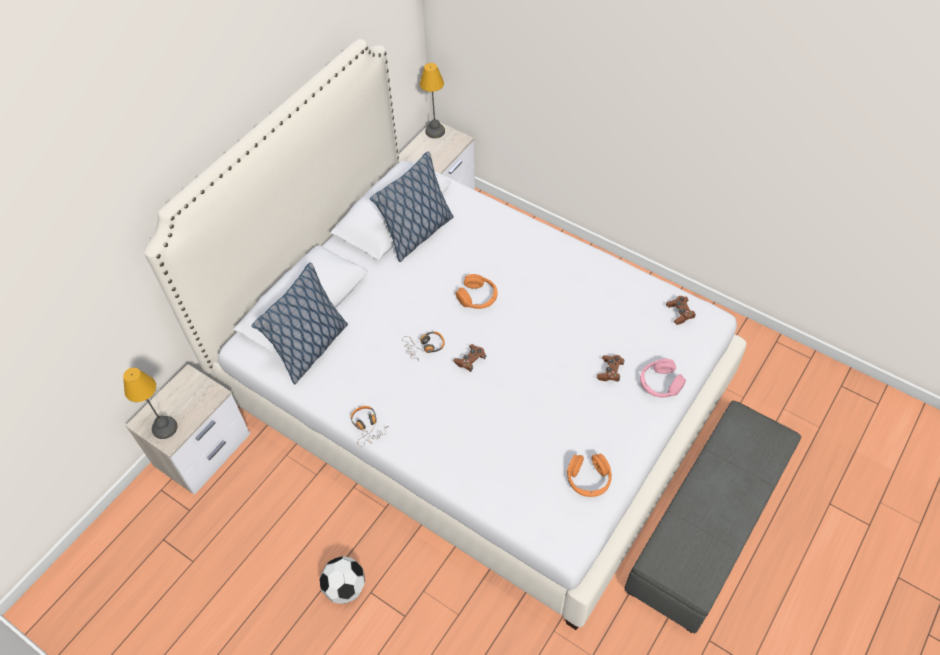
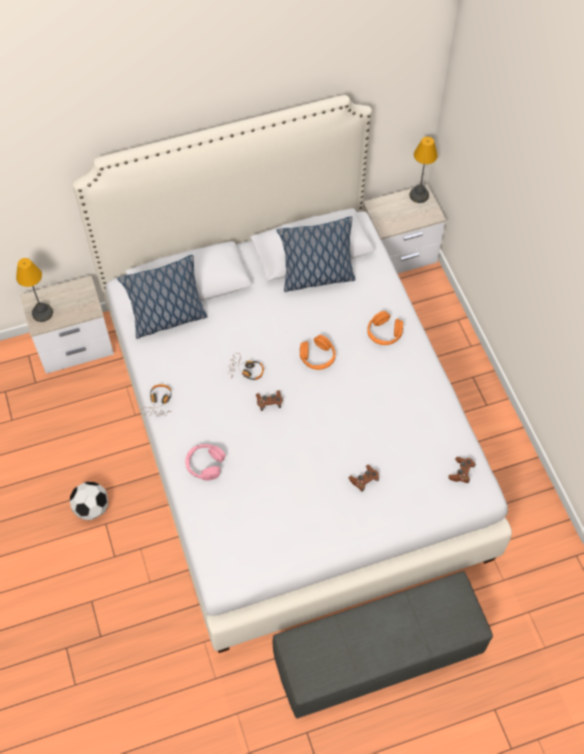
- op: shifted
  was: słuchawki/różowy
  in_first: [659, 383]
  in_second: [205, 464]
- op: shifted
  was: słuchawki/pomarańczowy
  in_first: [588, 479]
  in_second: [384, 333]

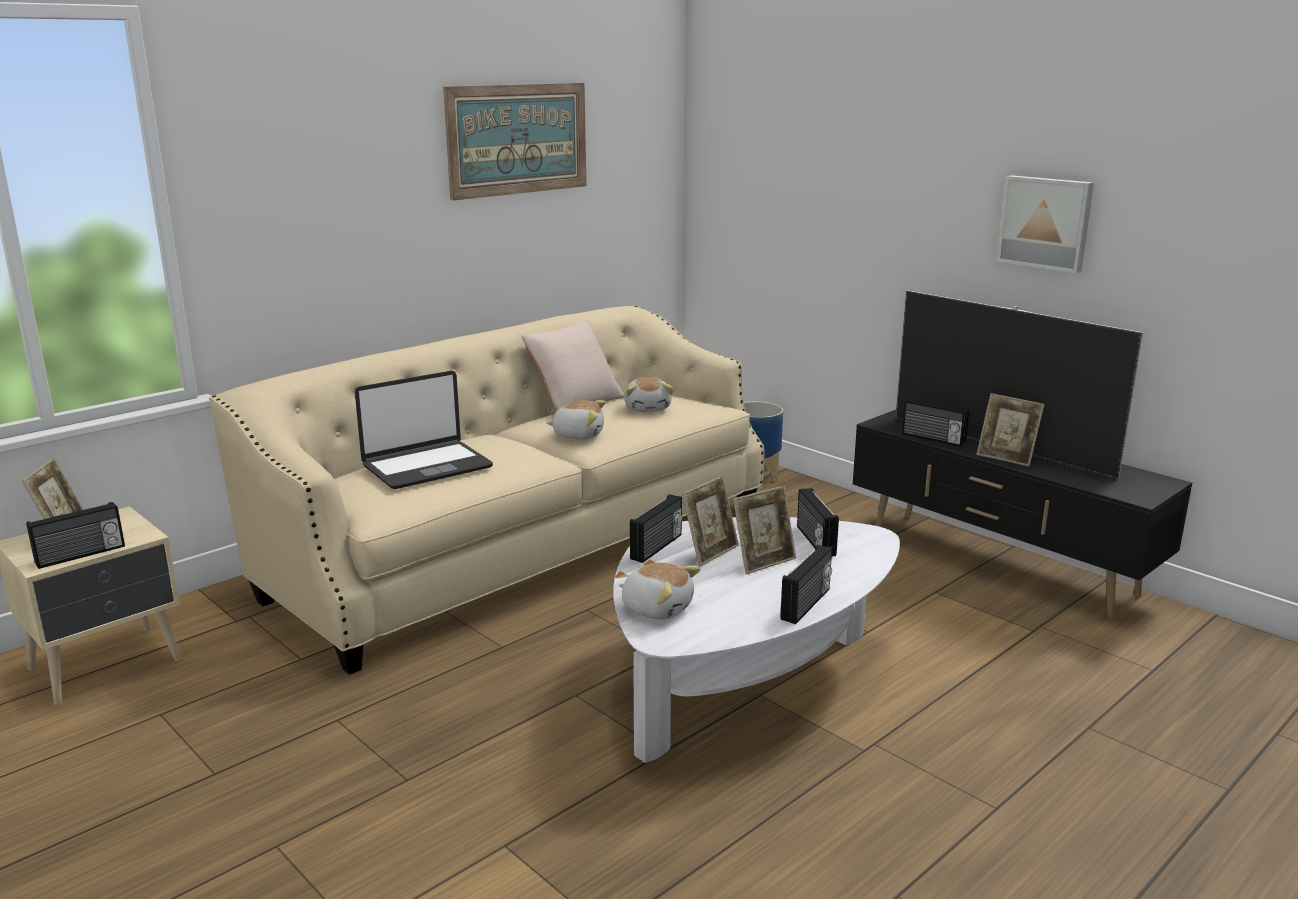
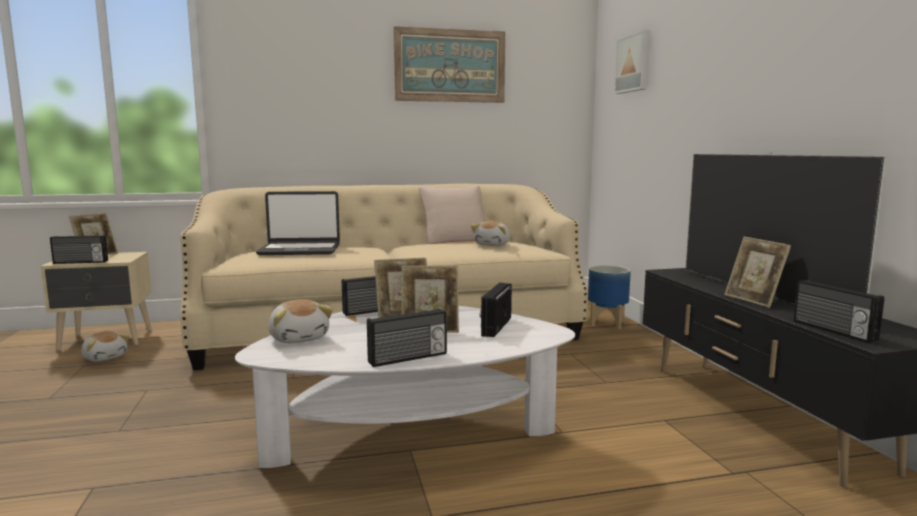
- op: shifted
  was: obraz
  in_first: [1045, 222]
  in_second: [634, 63]
- op: shifted
  was: radio
  in_first: [932, 439]
  in_second: [832, 331]
- op: shifted
  was: pluszak
  in_first: [578, 435]
  in_second: [105, 357]

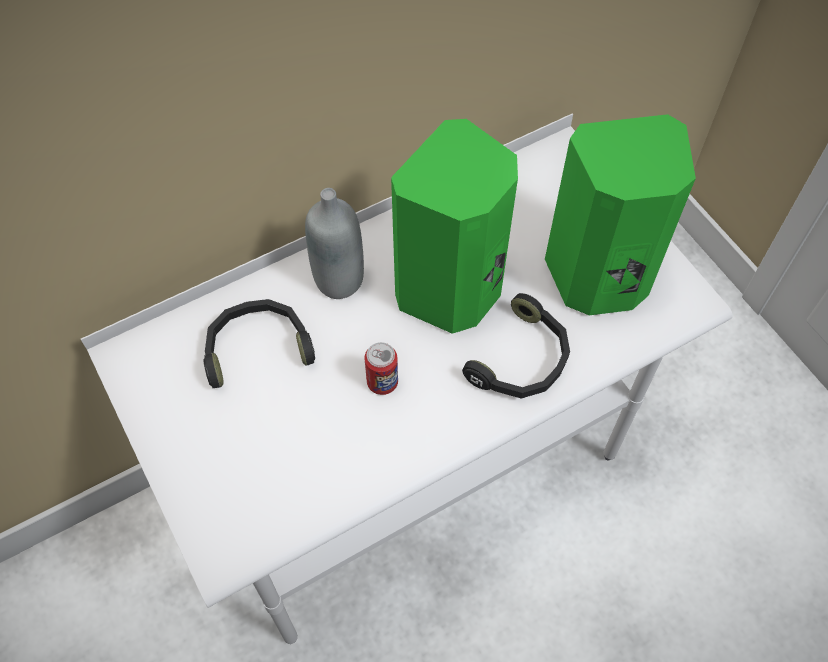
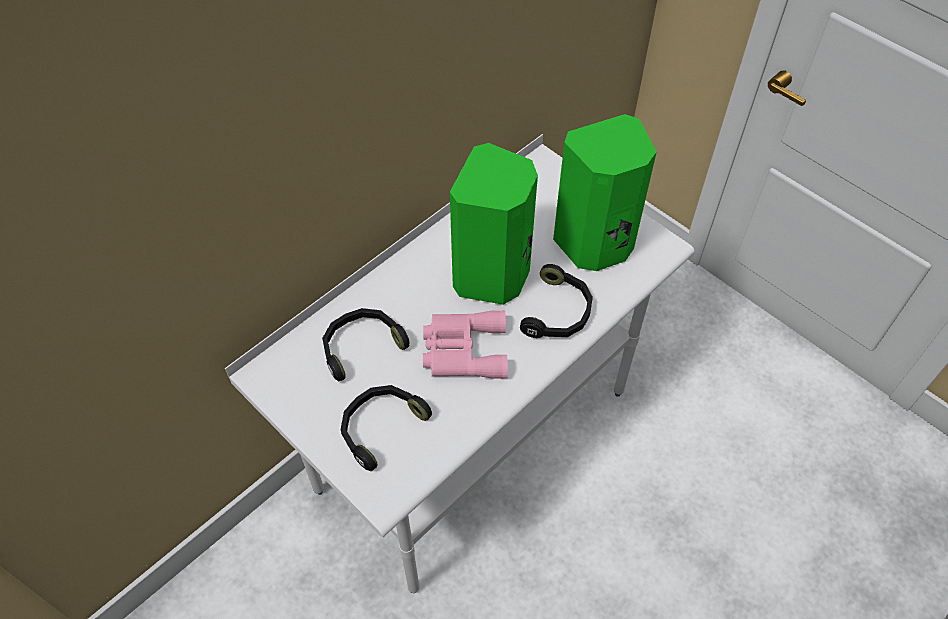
- op: gone
  was: butelka/szary
  in_first: [339, 280]
- op: swapped
  was: puszka
  now: lornetka/różowy
  in_first: [382, 382]
  in_second: [462, 350]
- op: new
  now: słuchawki/czarny
  in_second: [380, 427]

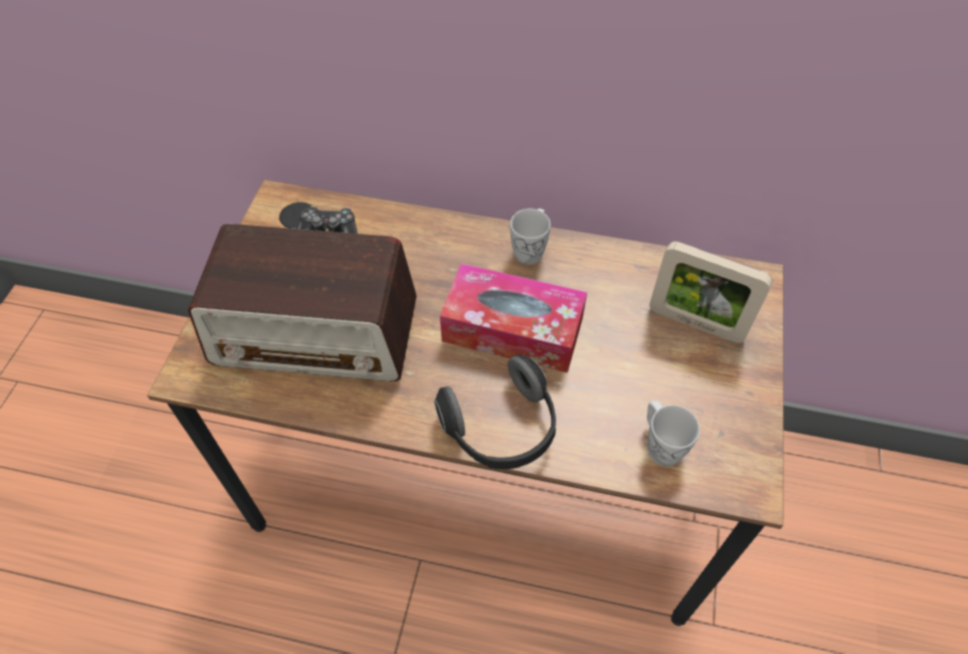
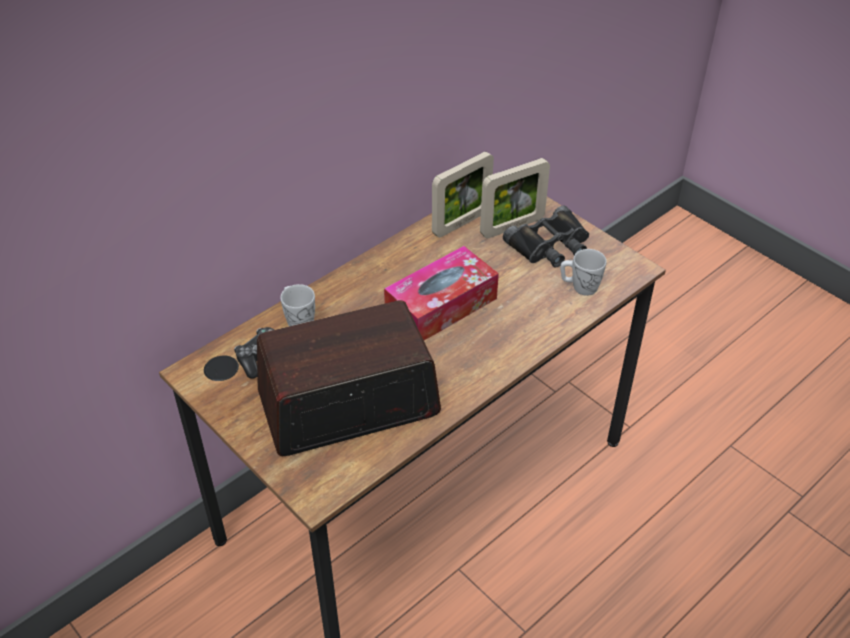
- op: shifted
  was: kubek/biały
  in_first: [530, 249]
  in_second: [298, 320]
- op: rotated
  was: radio
  in_first: [317, 332]
  in_second: [347, 404]
  clockwise: -150
- op: gone
  was: słuchawki
  in_first: [502, 429]
- op: new
  now: ramka na zdjęcie
  in_second: [461, 223]
- op: new
  now: lornetka/czarny
  in_second: [550, 245]

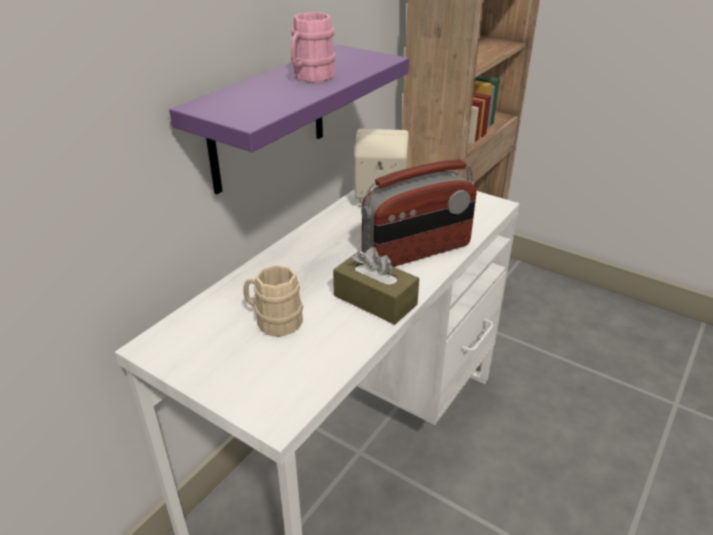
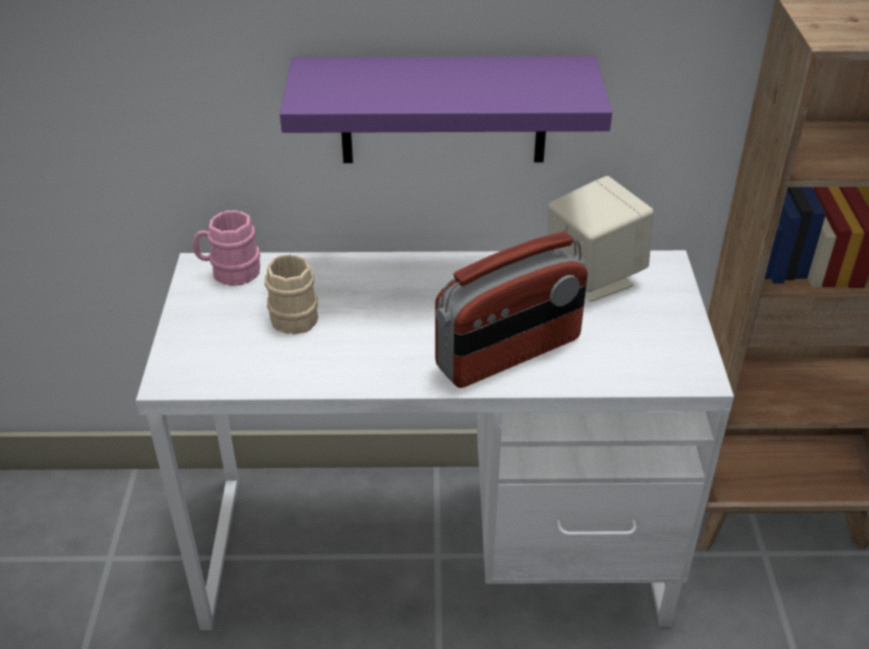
- op: shifted
  was: kubek/różowy
  in_first: [310, 77]
  in_second: [230, 272]
- op: rotated
  was: radio
  in_first: [417, 252]
  in_second: [509, 354]
  clockwise: -60
- op: gone
  was: pudełko chusteczek/brązowy
  in_first: [375, 300]

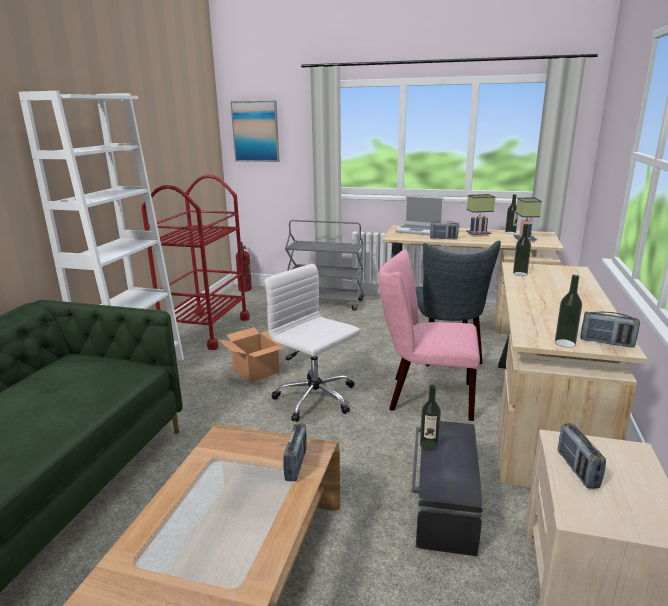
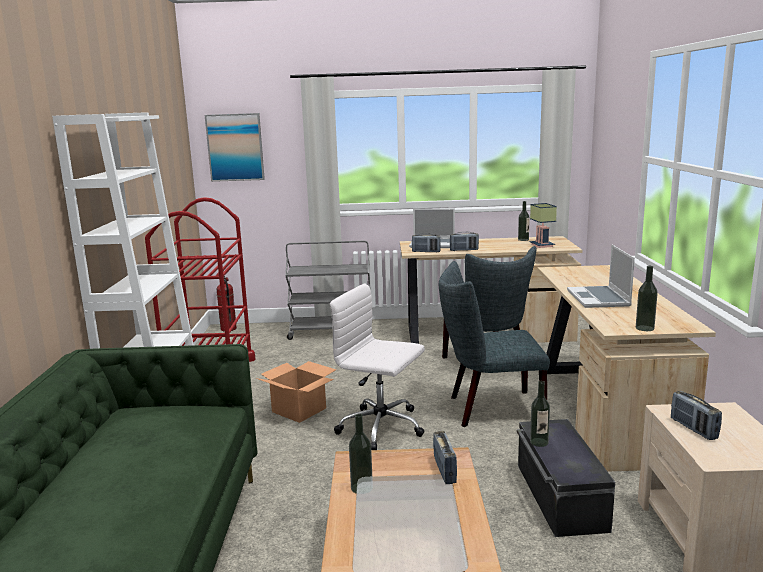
- op: gone
  was: lampa stołowa
  in_first: [478, 234]
- op: shifted
  was: butelka
  in_first: [520, 274]
  in_second: [361, 488]
- op: repainted
  was: krzesło/różowy
  now: krzesło/szary
  in_first: [425, 396]
  in_second: [489, 409]
- op: shifted
  was: radio
  in_first: [606, 342]
  in_second: [426, 252]
- op: new
  now: laptop
  in_second: [599, 299]

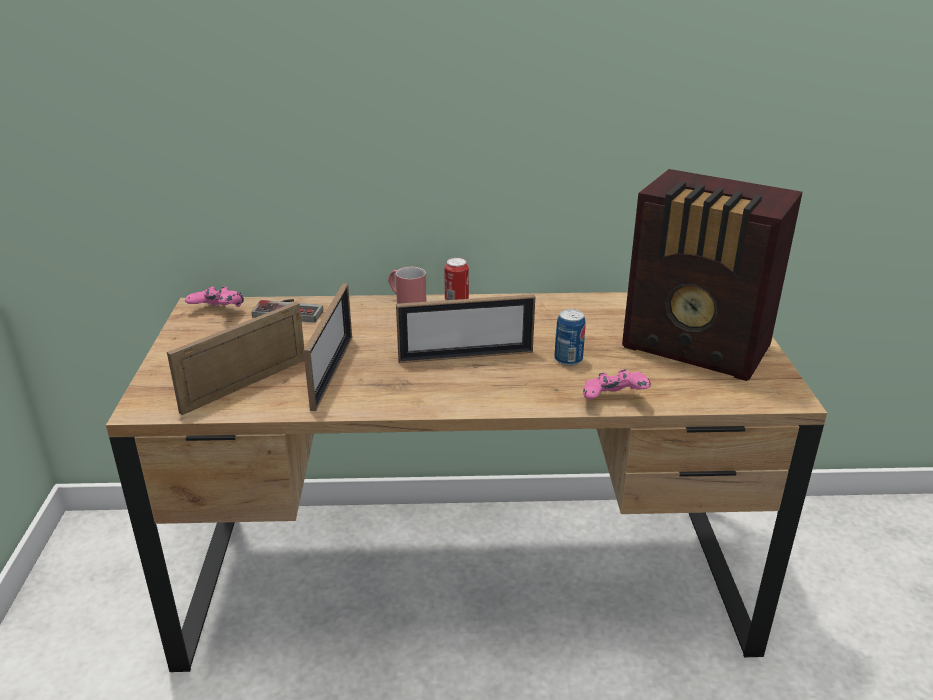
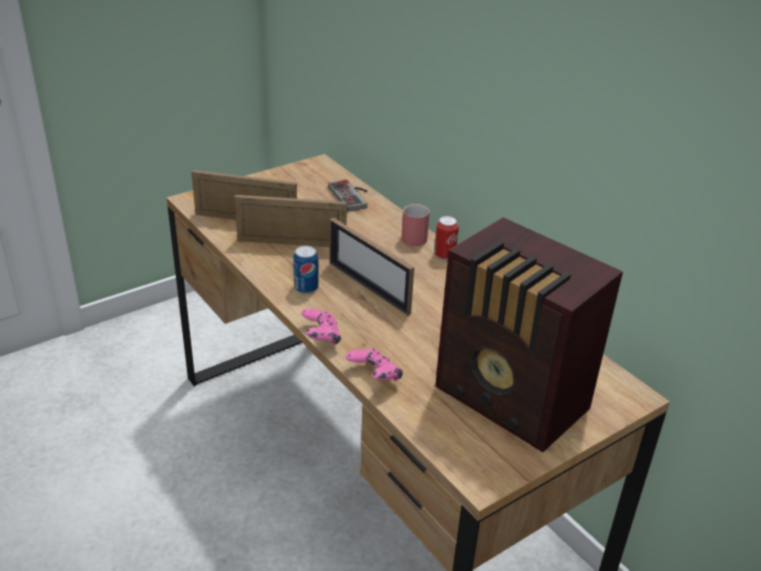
- op: rotated
  was: radio
  in_first: [698, 349]
  in_second: [512, 402]
  clockwise: -45
- op: rotated
  was: ramka na zdjęcie
  in_first: [332, 372]
  in_second: [291, 243]
  clockwise: -150
- op: shifted
  was: pad do gier/różowy
  in_first: [218, 312]
  in_second: [321, 338]
- op: shifted
  was: puszka
  in_first: [568, 359]
  in_second: [306, 288]

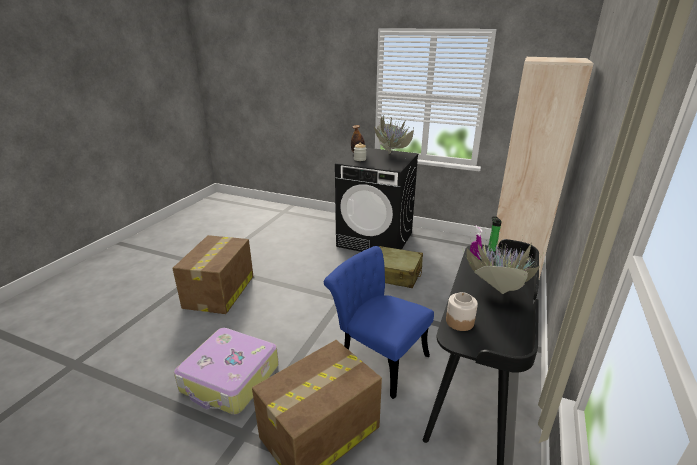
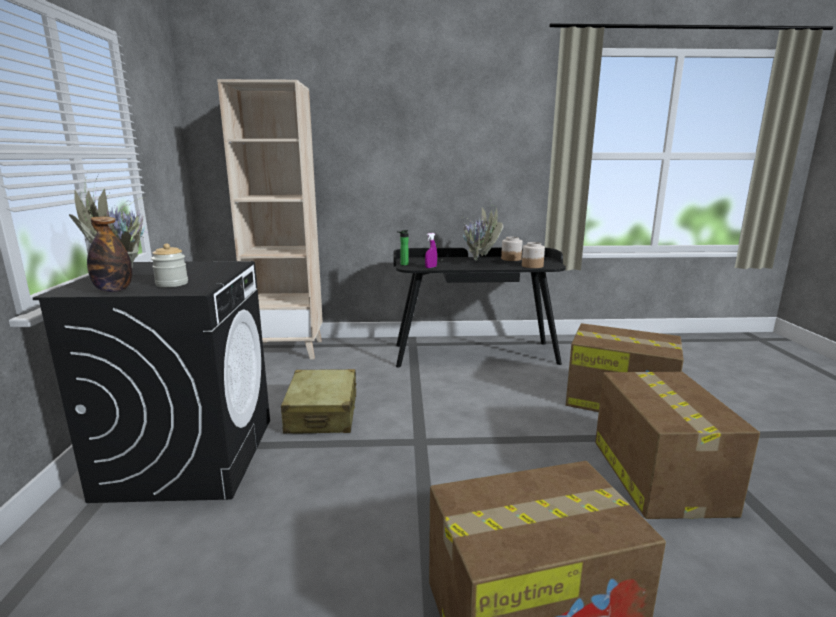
- op: gone
  was: krzesło/niebieski
  in_first: [377, 357]
- op: swapped
  was: walizka
  now: karton
  in_first: [230, 379]
  in_second: [658, 474]
- op: new
  now: słoik
  in_second: [511, 259]

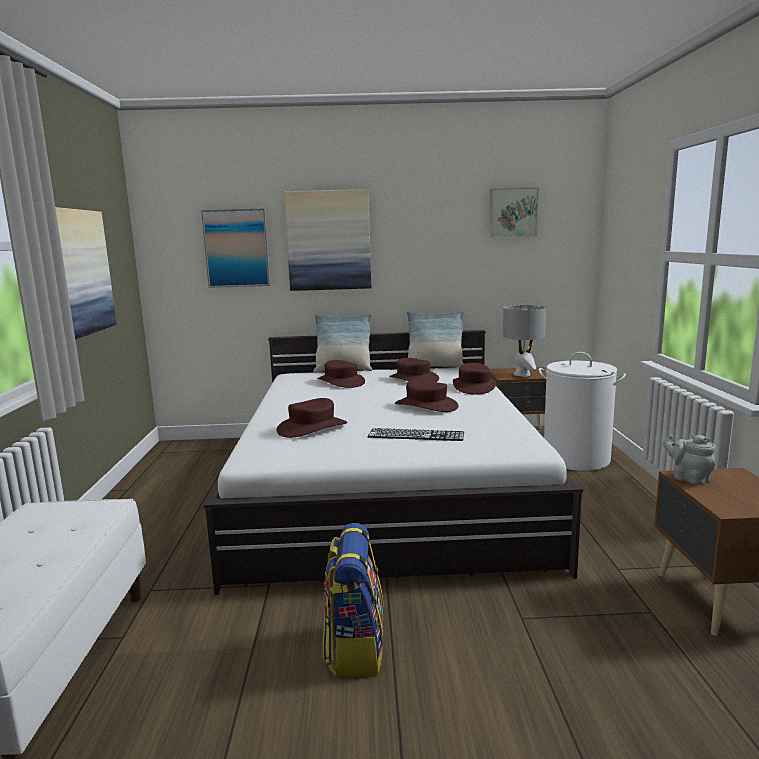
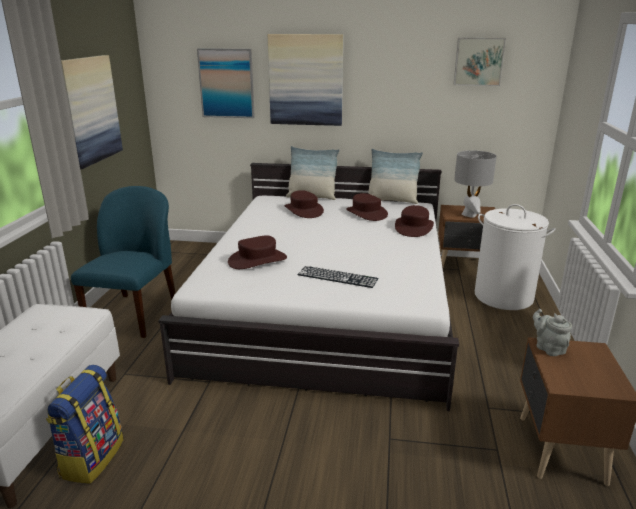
- op: gone
  was: kapelusz/brązowy
  in_first: [426, 405]
- op: shifted
  was: plecak
  in_first: [355, 648]
  in_second: [91, 458]
- op: new
  now: krzesło/niebieski
  in_second: [134, 314]

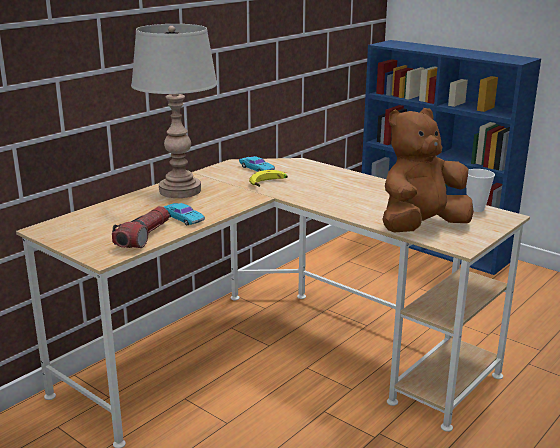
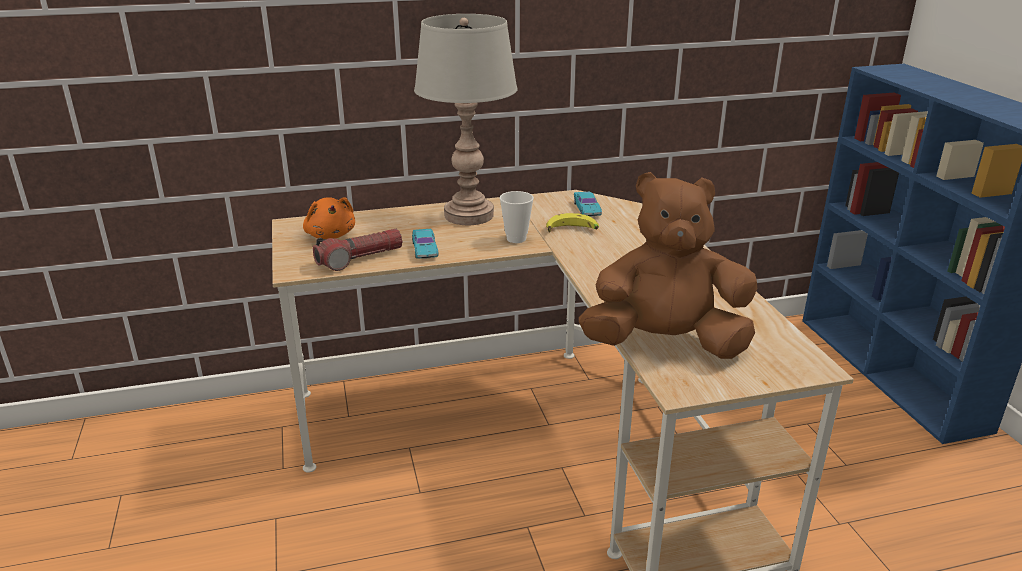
- op: shifted
  was: filiżanka
  in_first: [476, 208]
  in_second: [516, 239]
- op: new
  now: pluszak/pomarańczowy
  in_second: [330, 235]

